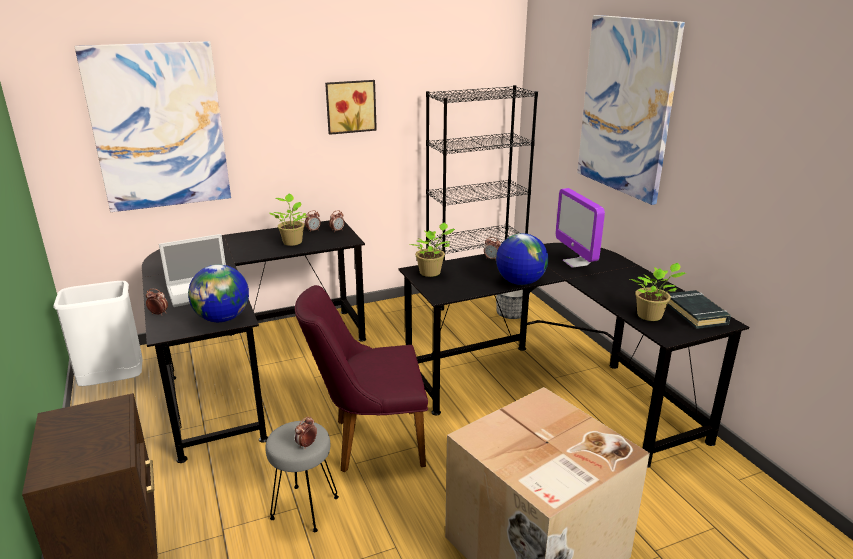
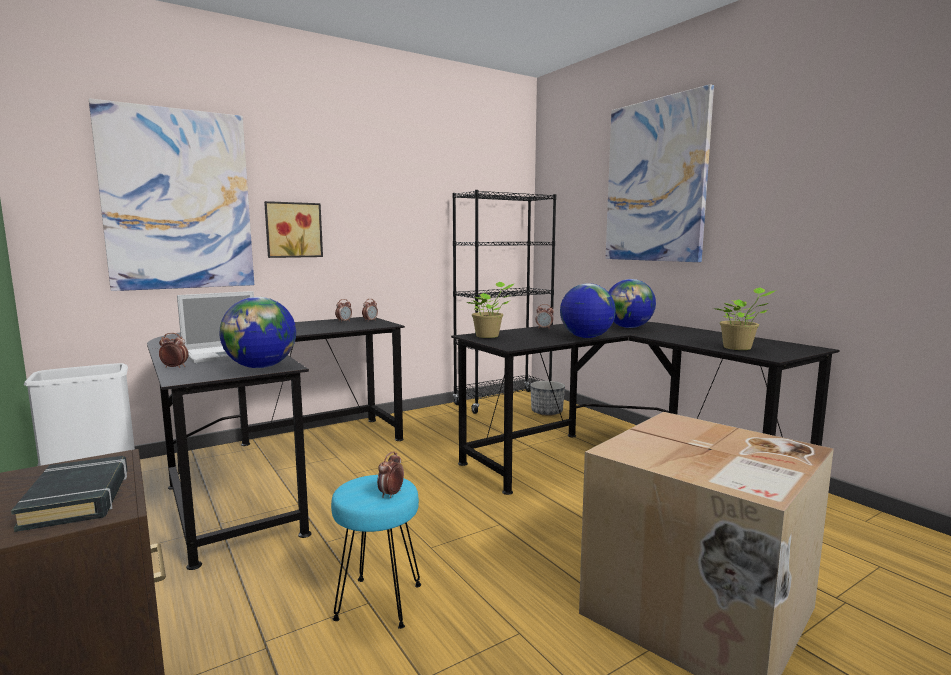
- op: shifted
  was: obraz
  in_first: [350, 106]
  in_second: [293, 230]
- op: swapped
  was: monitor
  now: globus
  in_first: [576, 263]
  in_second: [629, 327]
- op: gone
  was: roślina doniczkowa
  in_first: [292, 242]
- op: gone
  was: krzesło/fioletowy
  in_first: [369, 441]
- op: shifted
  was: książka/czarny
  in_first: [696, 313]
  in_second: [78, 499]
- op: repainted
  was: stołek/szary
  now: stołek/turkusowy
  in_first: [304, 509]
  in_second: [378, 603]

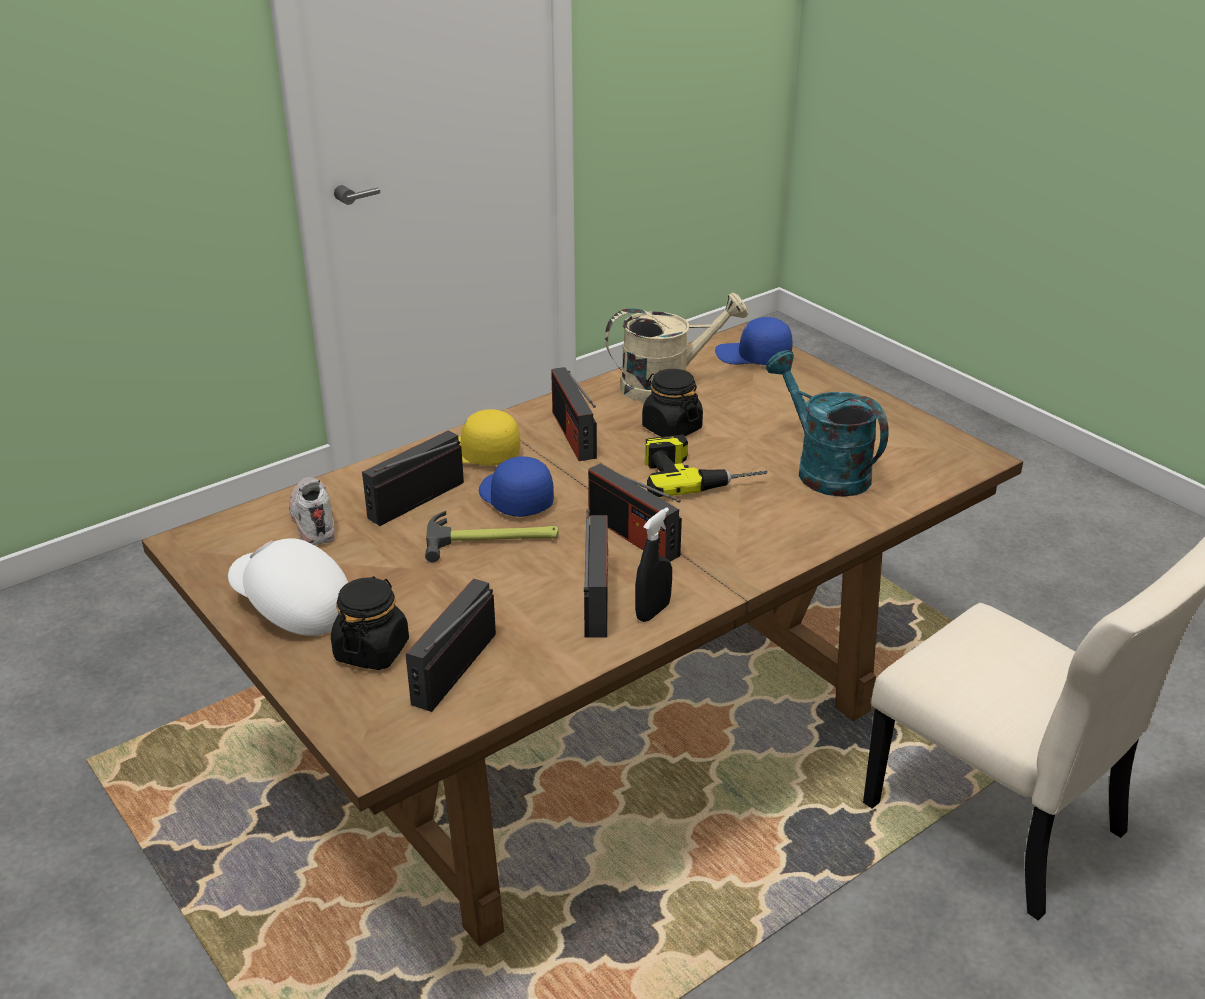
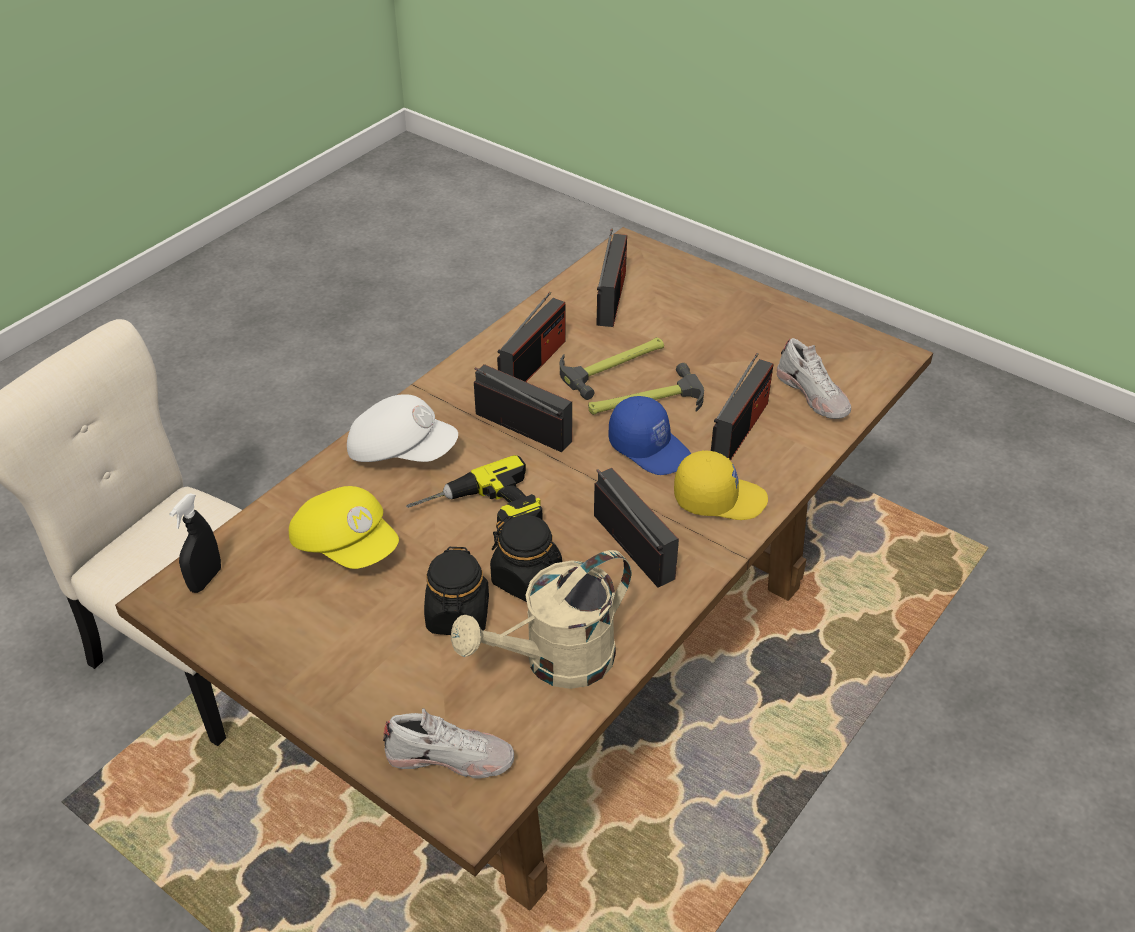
- op: swapped
  was: czapka z daszkiem/niebieski
  now: but/biały
  in_first: [753, 357]
  in_second: [450, 757]
- op: swapped
  was: konewka/turkusowy
  now: czapka z daszkiem/żółty
  in_first: [823, 469]
  in_second: [347, 545]
- op: shifted
  was: spryskiwacz/czarny
  in_first: [653, 611]
  in_second: [205, 579]
- op: rotated
  was: radio
  in_first: [596, 598]
  in_second: [533, 364]
  clockwise: -135
- op: shifted
  was: czapka z daszkiem/biały
  in_first: [291, 608]
  in_second: [402, 451]
- op: shifted
  was: słoik/czarny
  in_first: [372, 650]
  in_second: [458, 616]
- op: new
  now: młotek
  in_second: [615, 365]

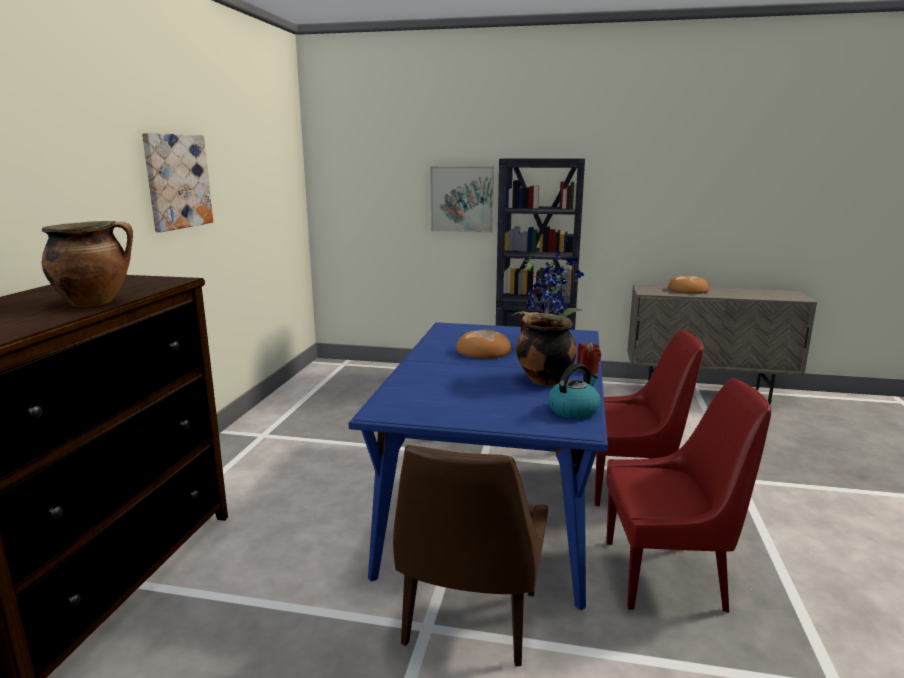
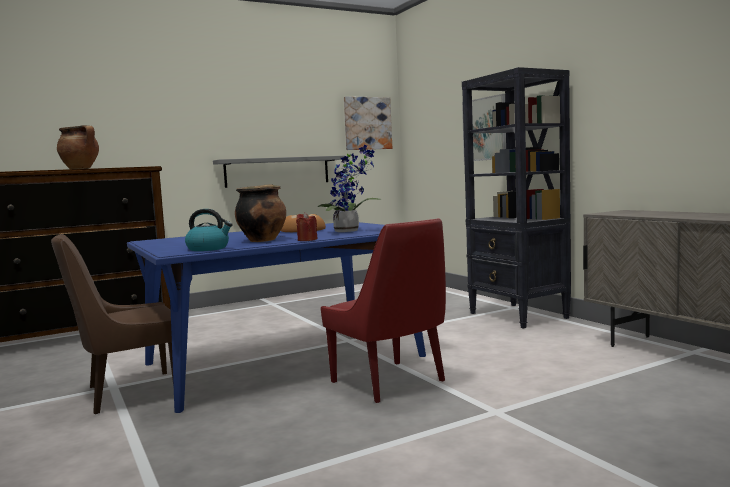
- op: shifted
  was: obraz
  in_first: [177, 181]
  in_second: [367, 123]
- op: gone
  was: chleb
  in_first: [688, 290]
- op: gone
  was: krzesło/czerwony
  in_first: [669, 575]
- op: new
  now: półka/szary
  in_second: [277, 171]

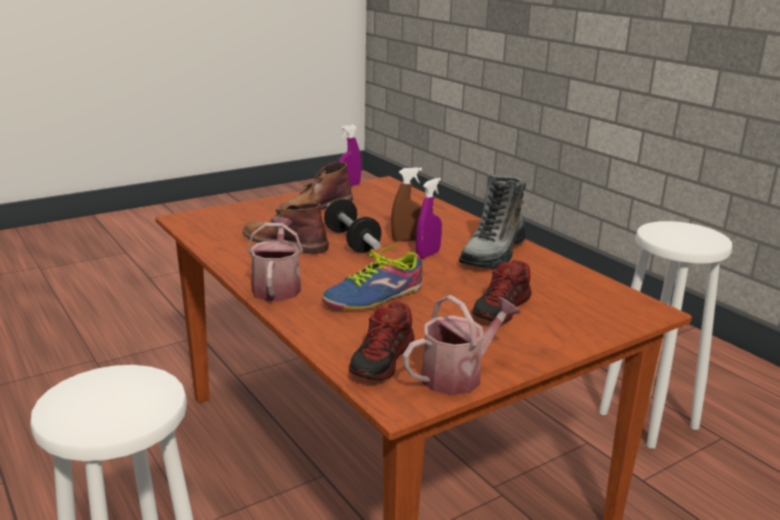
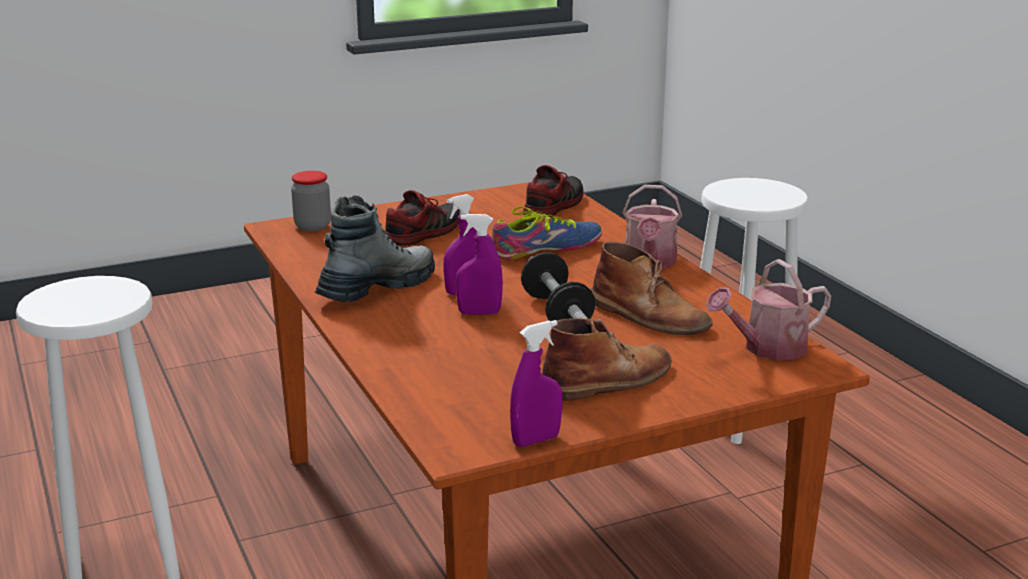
- op: repainted
  was: spryskiwacz/brązowy
  now: spryskiwacz/fioletowy
  in_first: [406, 240]
  in_second: [479, 313]
- op: shifted
  was: konewka
  in_first: [458, 375]
  in_second: [767, 349]
- op: new
  now: słoik
  in_second: [312, 226]

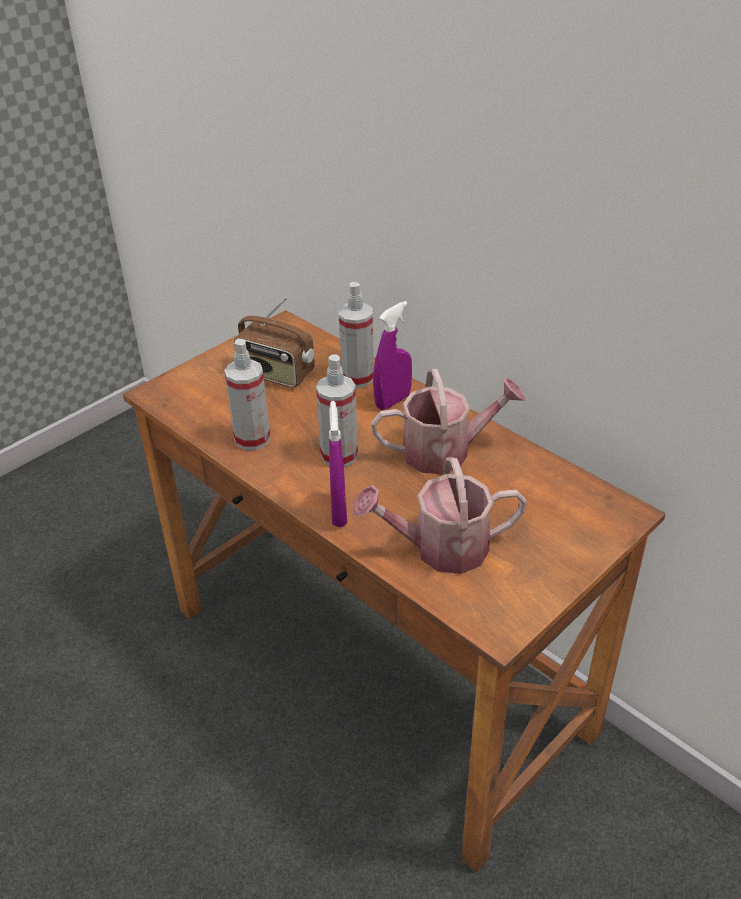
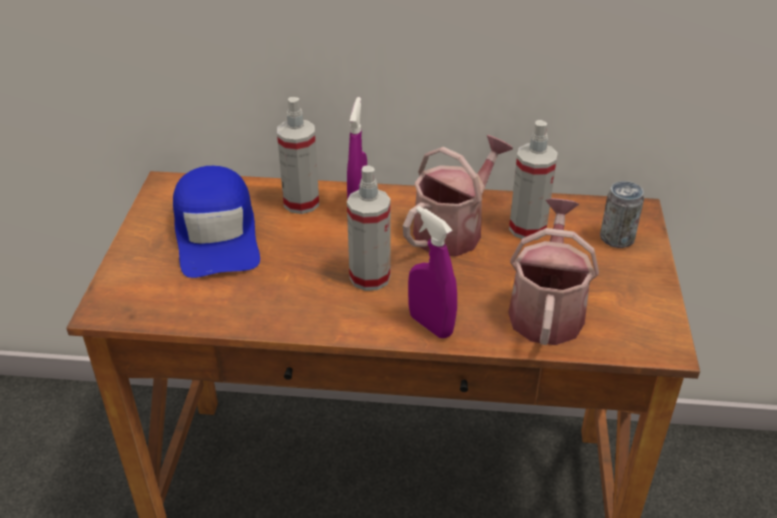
- op: swapped
  was: radio
  now: czapka z daszkiem/niebieski
  in_first: [276, 374]
  in_second: [217, 233]
- op: shifted
  was: spryskiwacz
  in_first: [252, 439]
  in_second: [527, 228]
- op: rotated
  was: konewka
  in_first: [440, 548]
  in_second: [547, 309]
  clockwise: 150
- op: new
  now: puszka
  in_second: [617, 238]

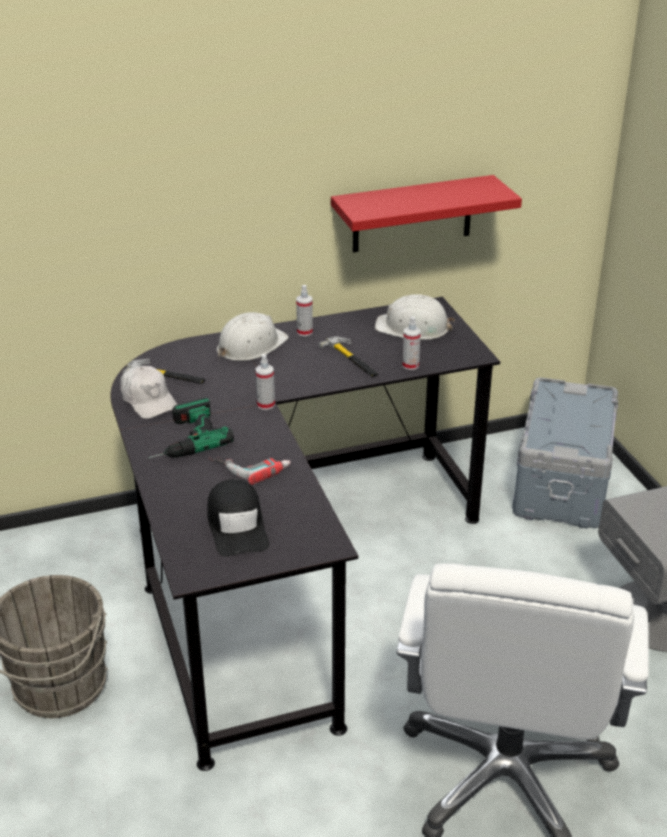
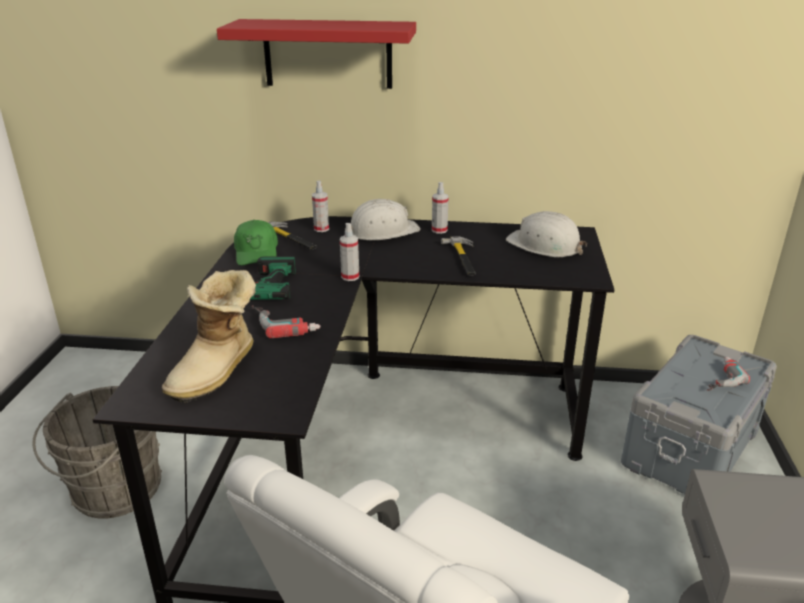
- op: shifted
  was: półka/czerwony
  in_first: [412, 214]
  in_second: [327, 54]
- op: shifted
  was: spryskiwacz
  in_first: [410, 365]
  in_second: [321, 229]
- op: repainted
  was: czapka z daszkiem/biały
  now: czapka z daszkiem/zielony
  in_first: [148, 400]
  in_second: [257, 253]
- op: swapped
  was: czapka z daszkiem/czarny
  now: but z cholewką
  in_first: [237, 526]
  in_second: [218, 371]
- op: new
  now: wiertarka
  in_second: [717, 377]

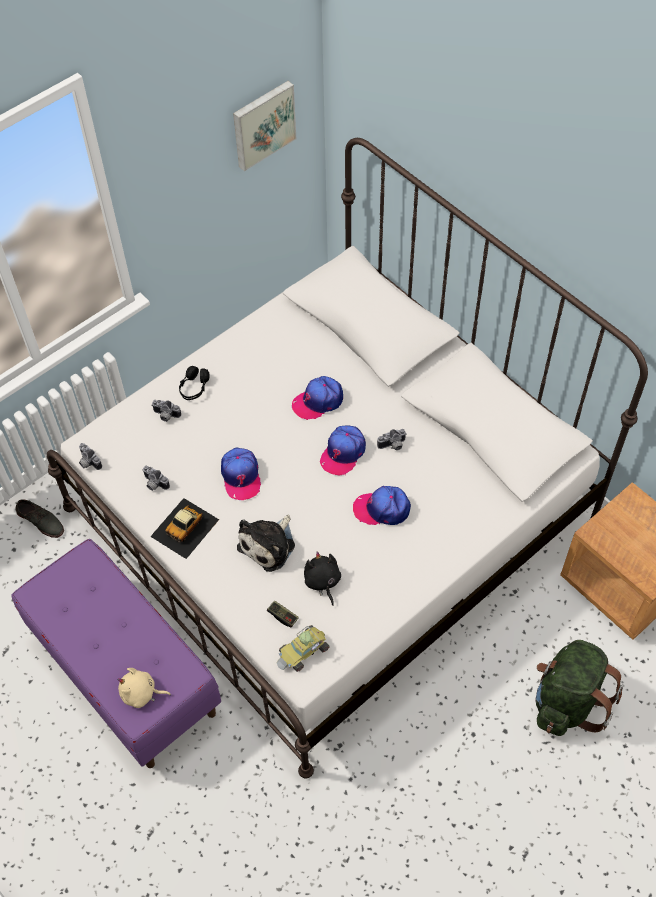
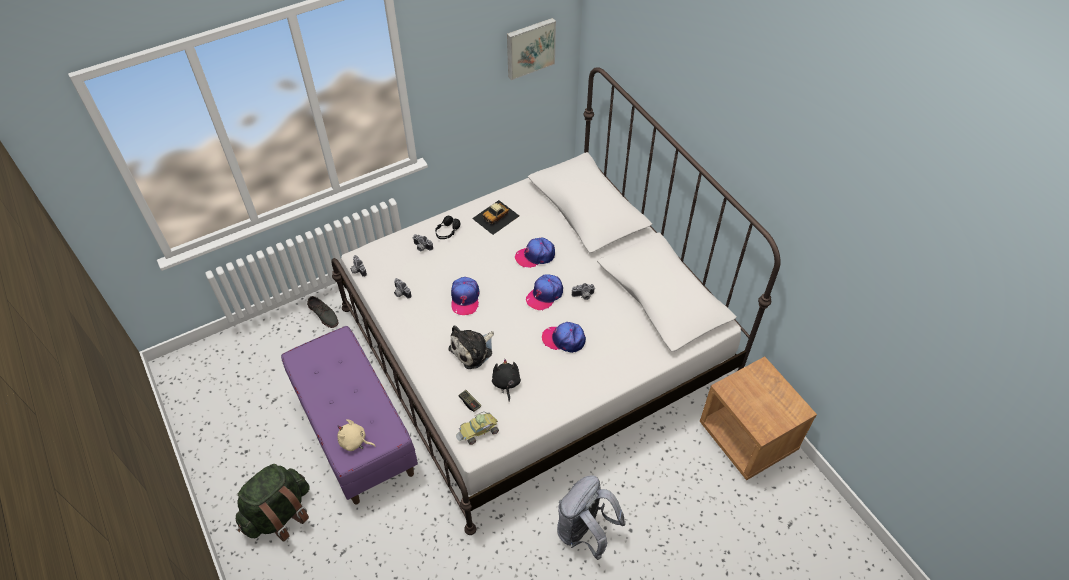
- op: shifted
  was: samochodzik
  in_first: [185, 527]
  in_second: [496, 217]
- op: shifted
  was: plecak/zielony
  in_first: [567, 701]
  in_second: [279, 514]
- op: new
  now: plecak/szary
  in_second: [585, 532]

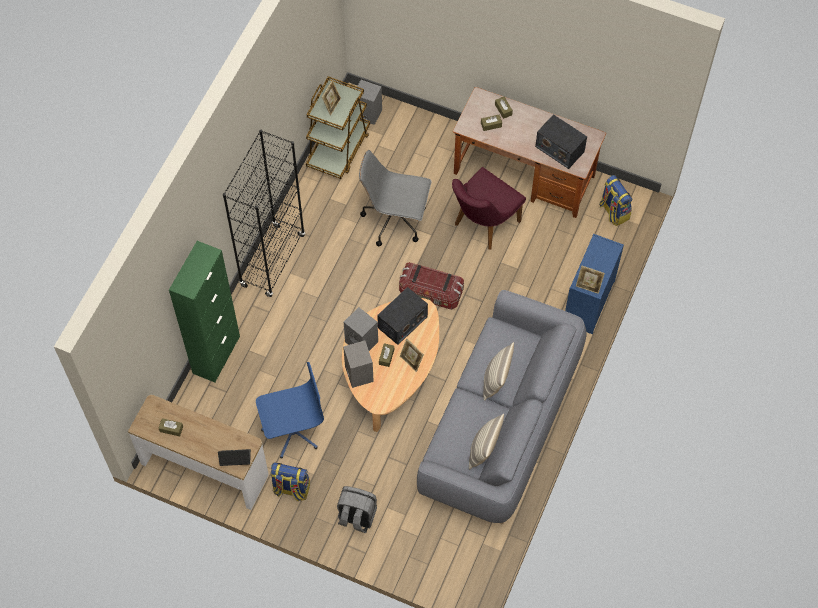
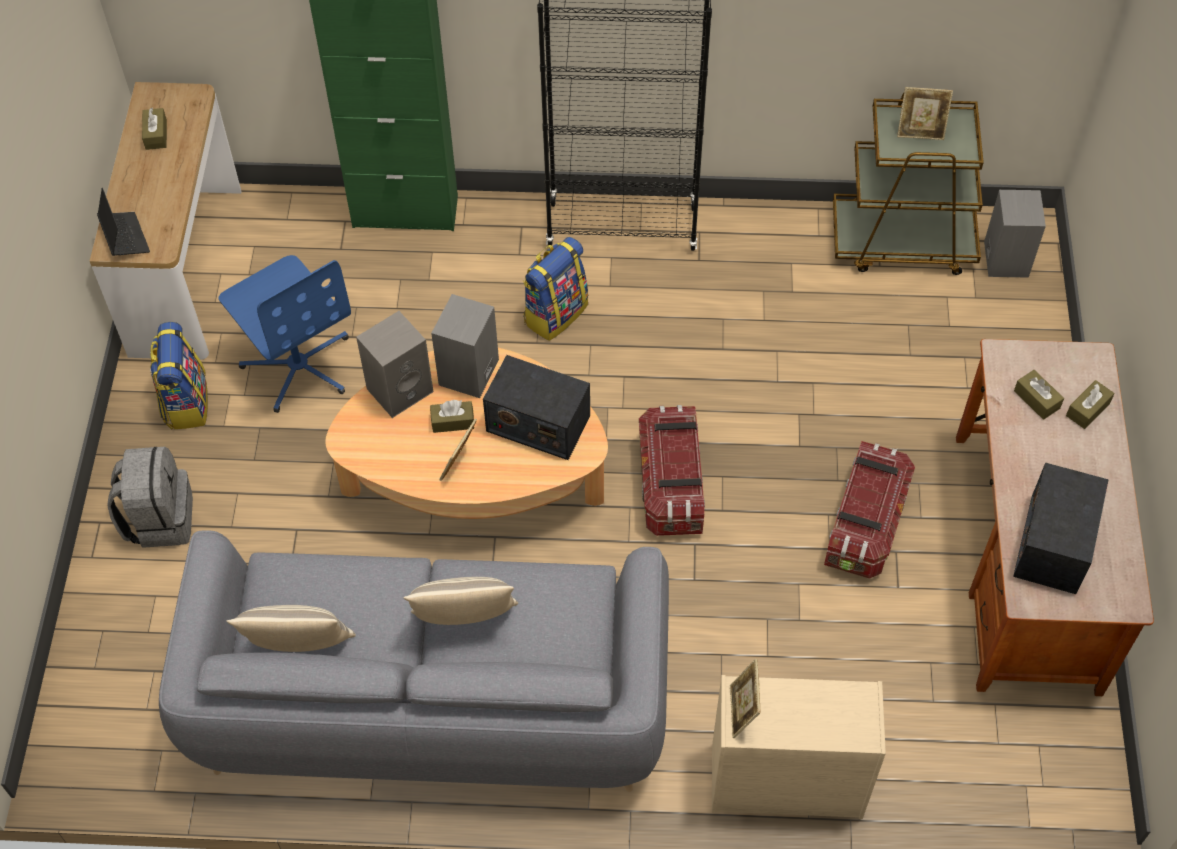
- op: gone
  was: krzesło biurowe/szary
  in_first: [395, 220]
- op: swapped
  was: krzesło/fioletowy
  now: pojemnik do przechowywania
  in_first: [482, 226]
  in_second: [865, 524]
- op: shifted
  was: plecak
  in_first: [613, 211]
  in_second: [555, 313]
- op: repainted
  was: komoda/niebieski
  now: komoda/beżowy
  in_first: [588, 303]
  in_second: [784, 781]

